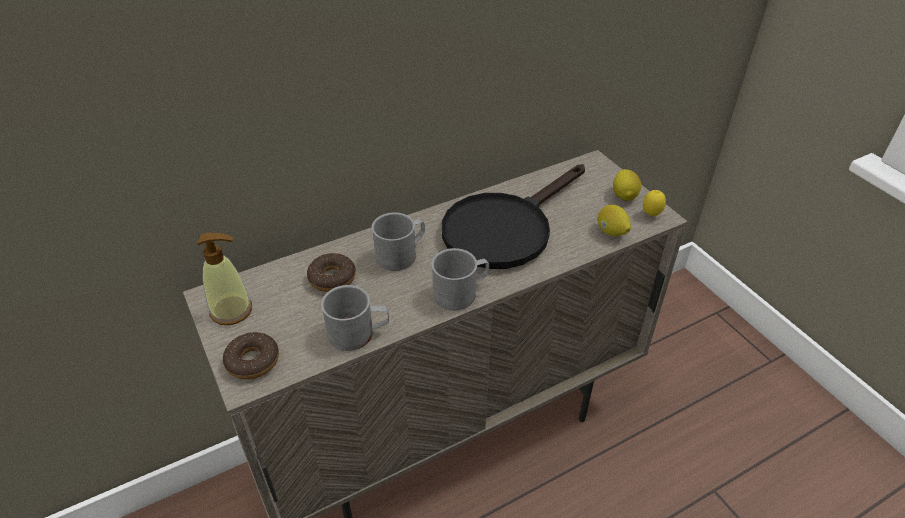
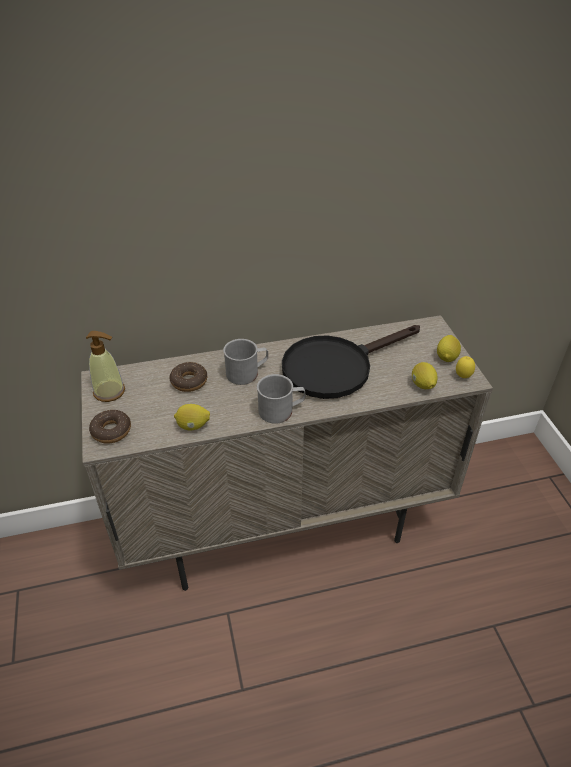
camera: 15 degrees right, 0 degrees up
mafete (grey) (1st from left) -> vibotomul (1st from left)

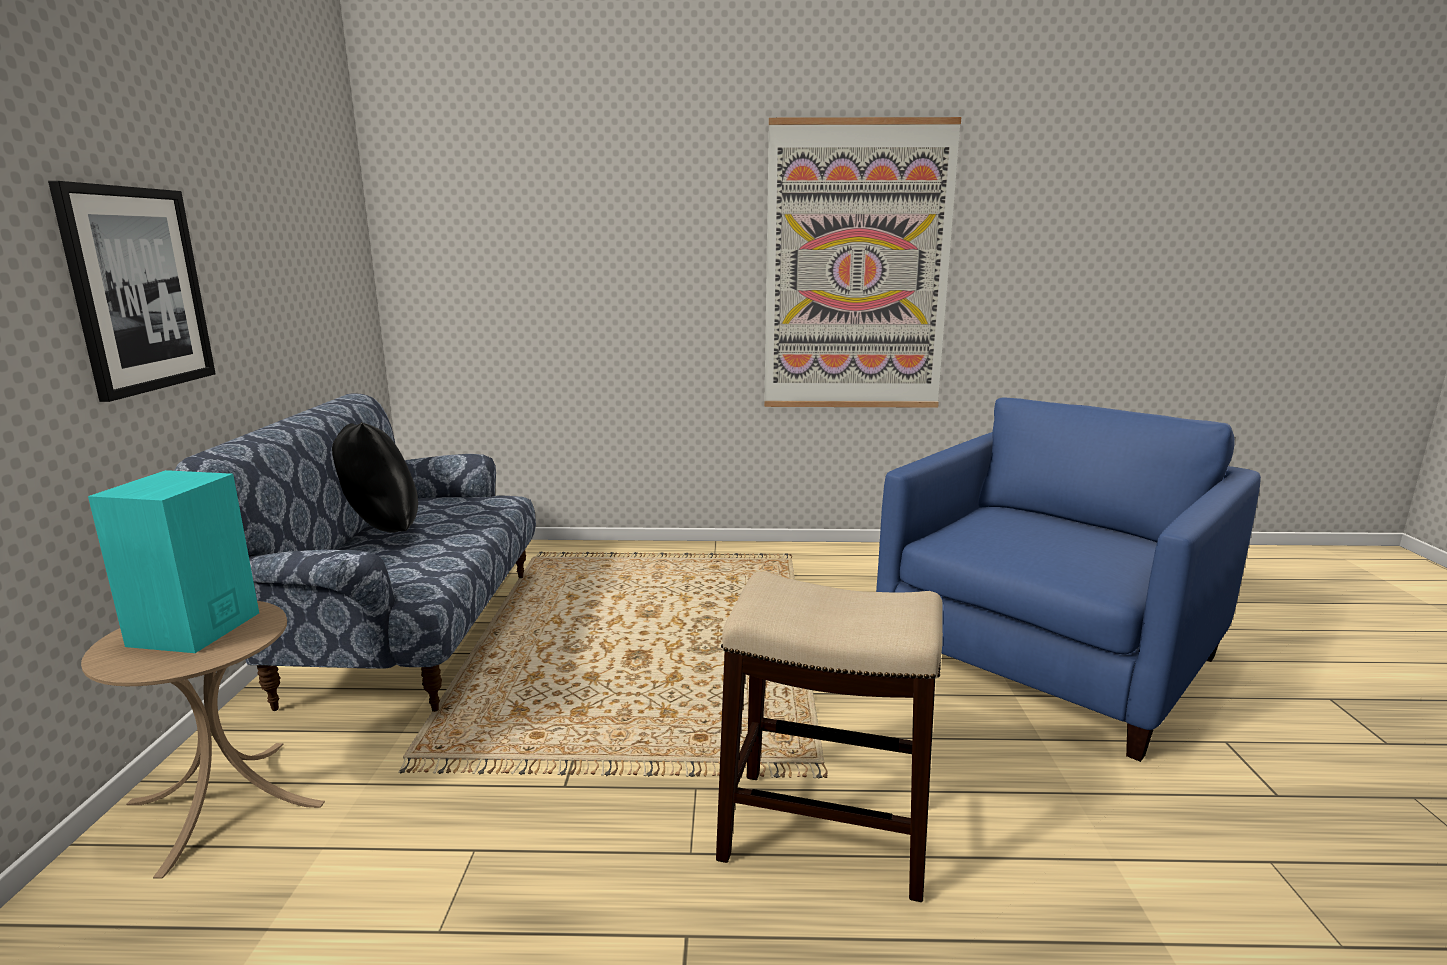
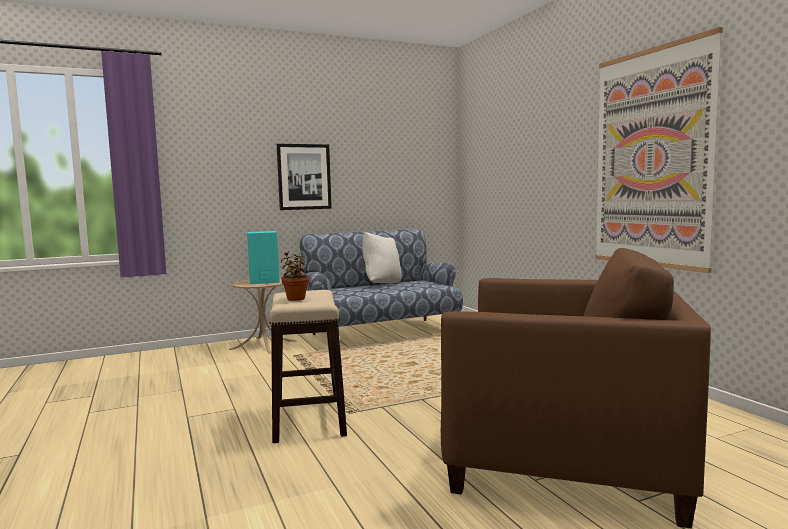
camera: 65 degrees right, 10 degrees down
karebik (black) -> karebik (white)
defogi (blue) -> defogi (brown)
none -> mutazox

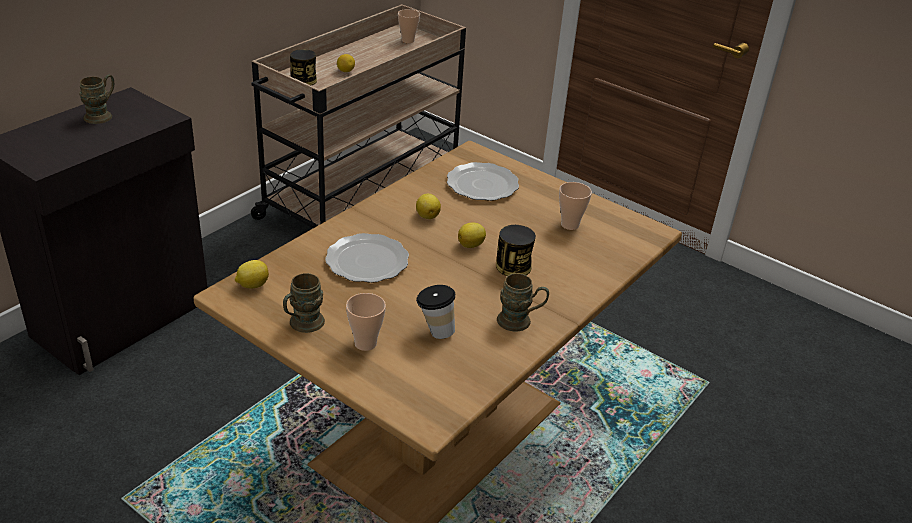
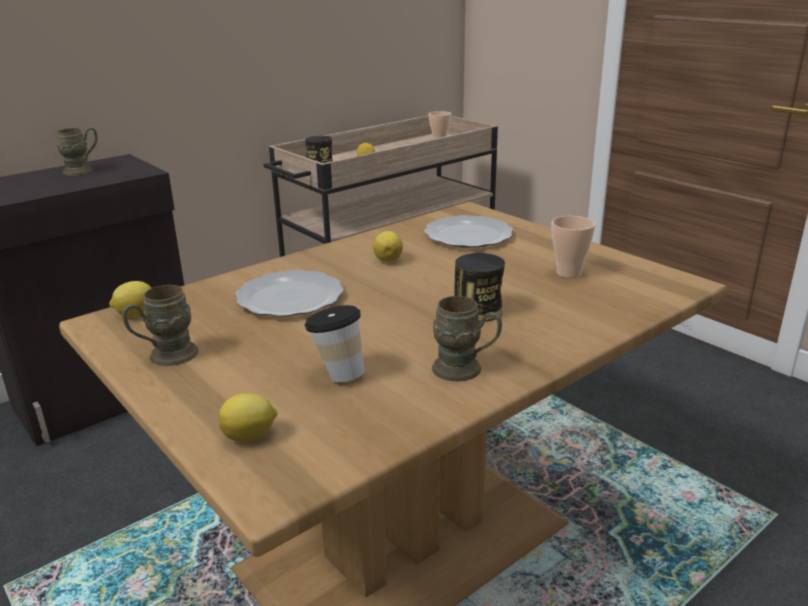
camera: 15 degrees right, 10 degrees down
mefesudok (1st from left) -> none
vibotomul (4th from left in the first image) -> vibotomul (2nd from left), moved

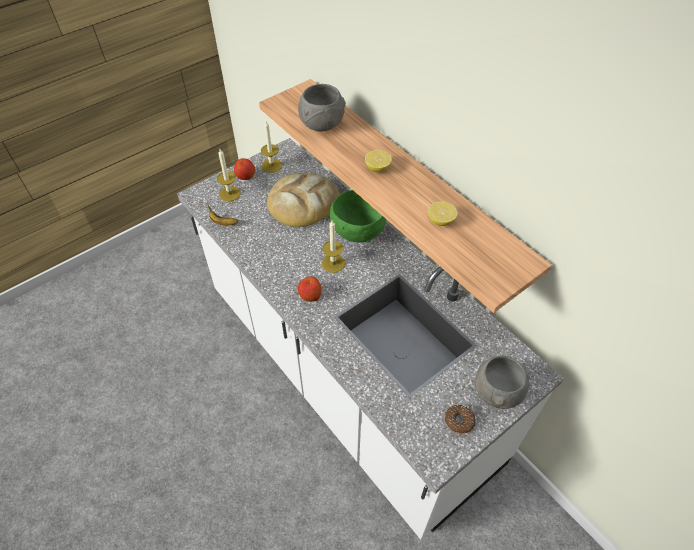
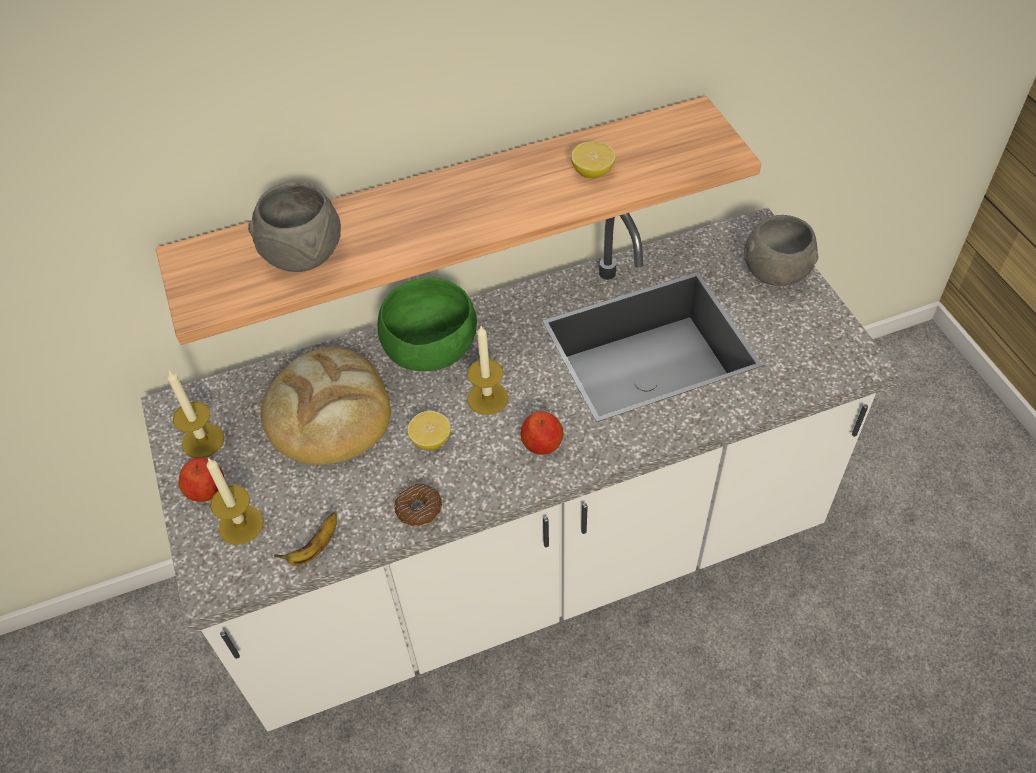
camera: 70 degrees left, 0 degrees up
vibotomul (1st from left), moved
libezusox, moved

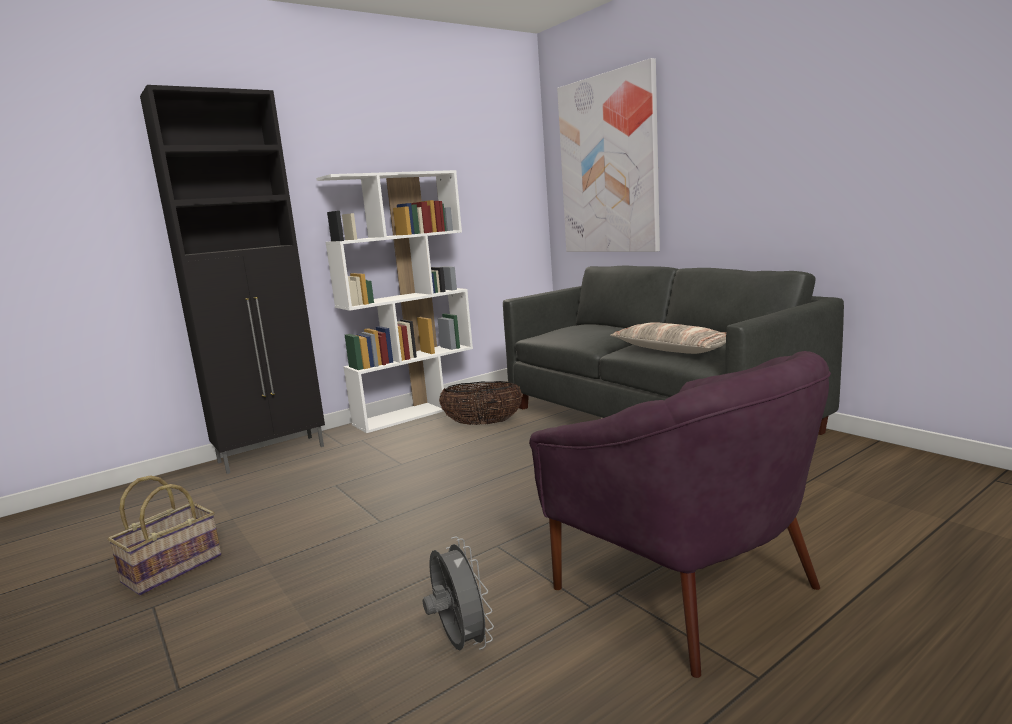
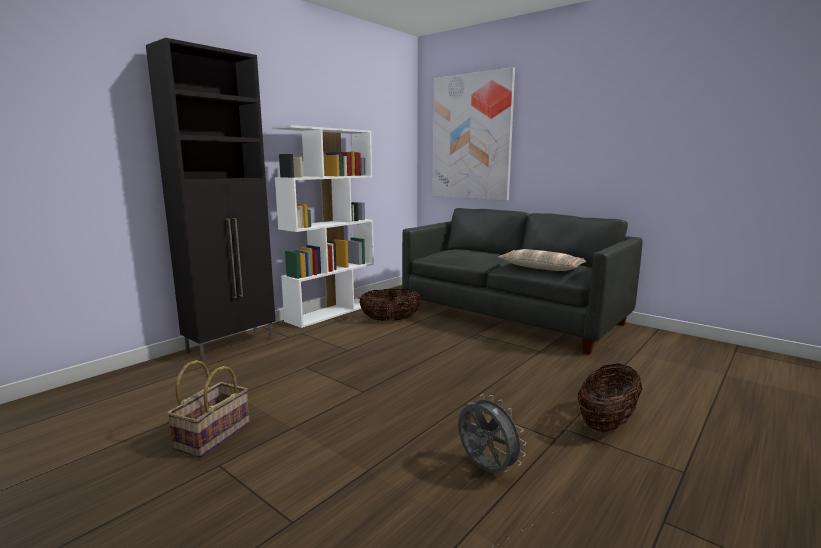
camera: 15 degrees left, 0 degrees up
defogi (purple) -> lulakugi (3rd from left)

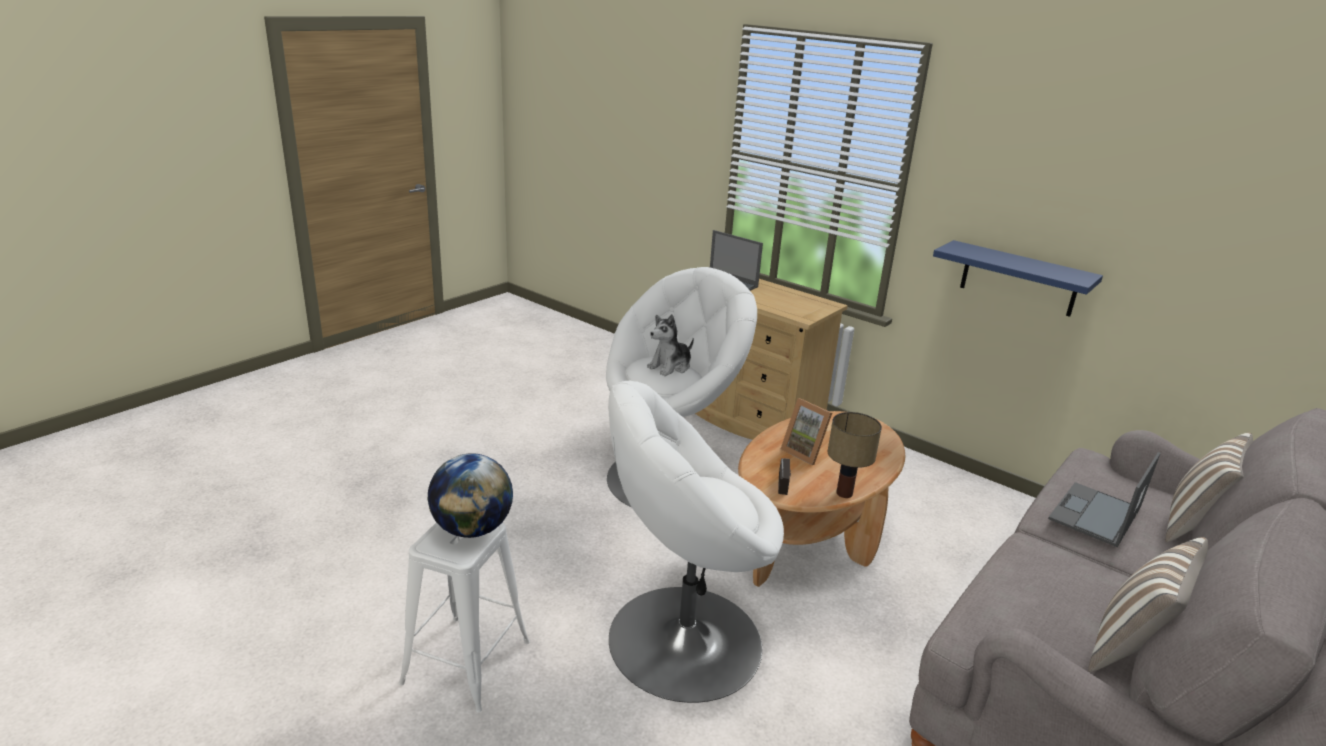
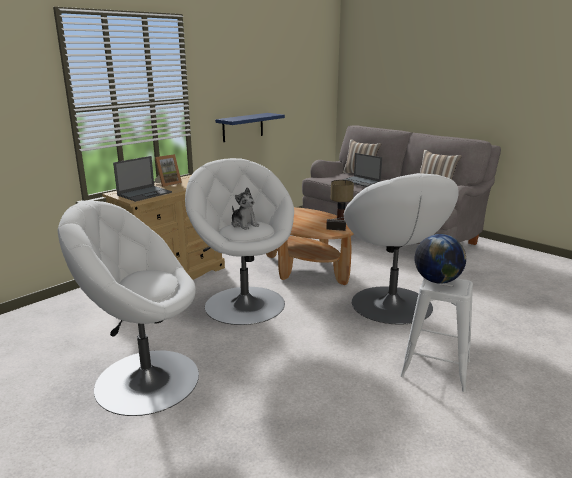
camera: 85 degrees left, 5 degrees down
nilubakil, moved
none -> defogi (white) (1st from left)

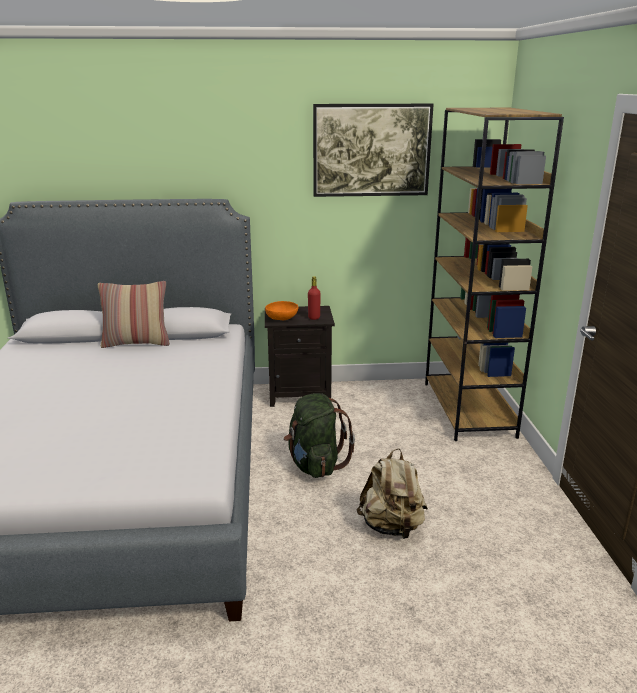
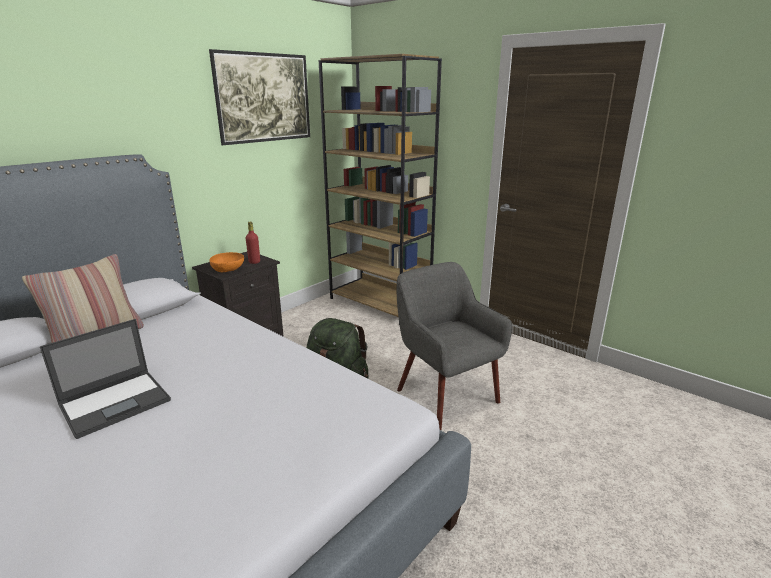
camera: 45 degrees left, 0 degrees up
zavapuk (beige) -> defogi (grey)
none -> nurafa

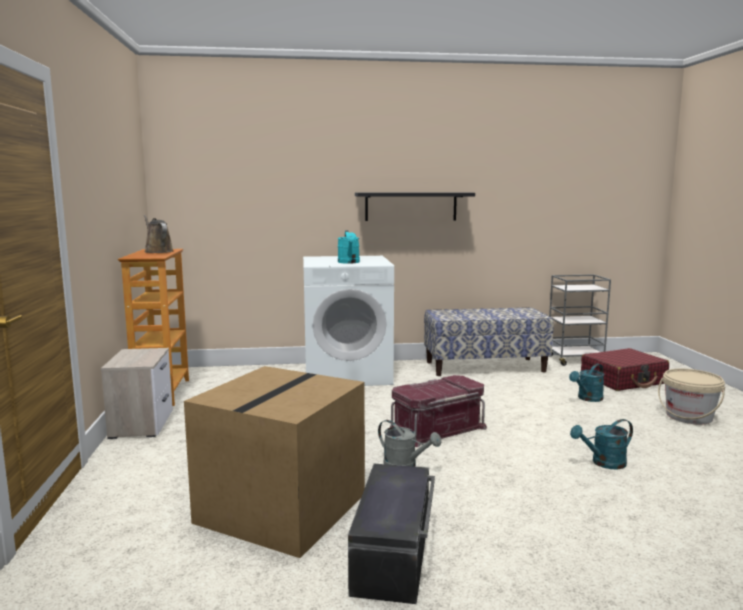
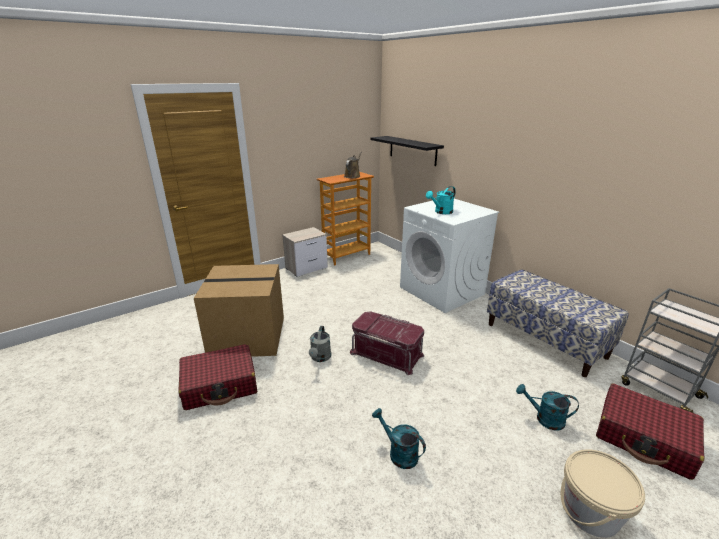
camera: 60 degrees right, 15 degrees up
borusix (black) -> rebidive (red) (1st from left)
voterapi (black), moved

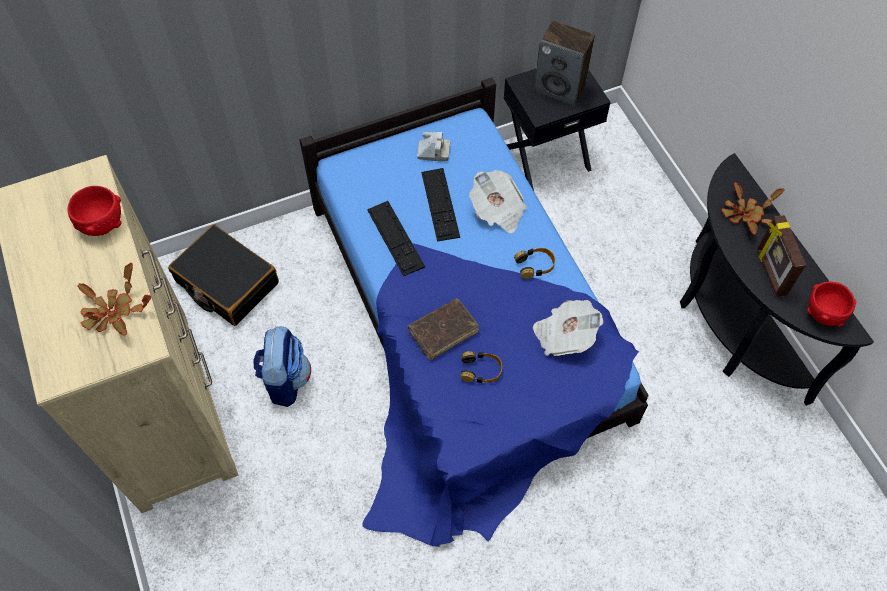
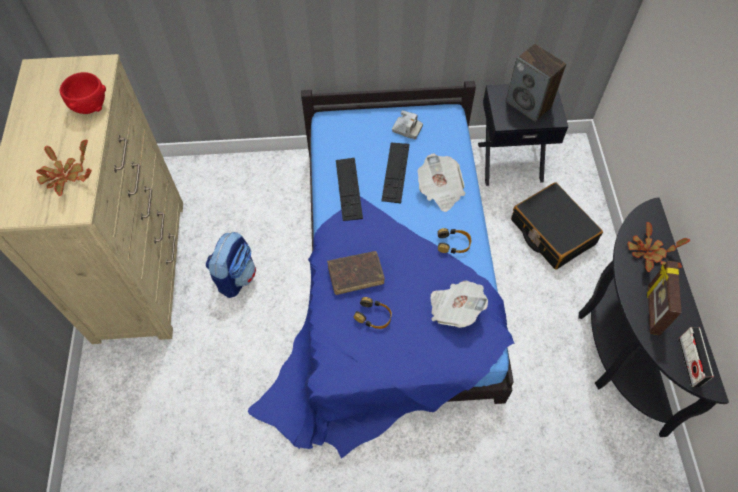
camera: 20 degrees right, 0 degrees up
rebidive (black), moved
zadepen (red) (2nd from left) -> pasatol

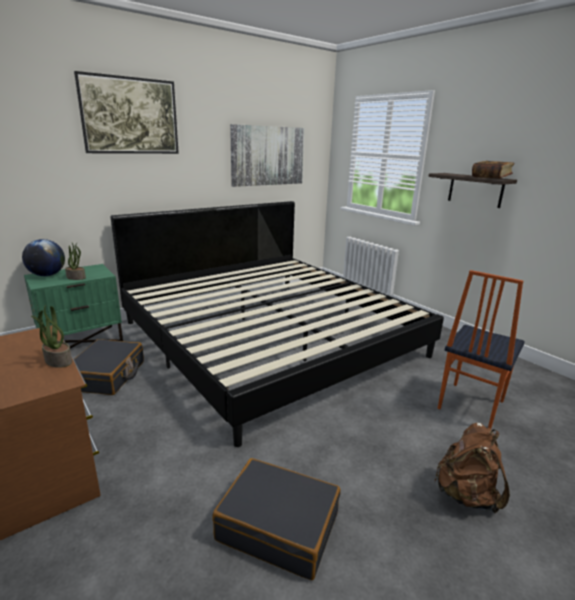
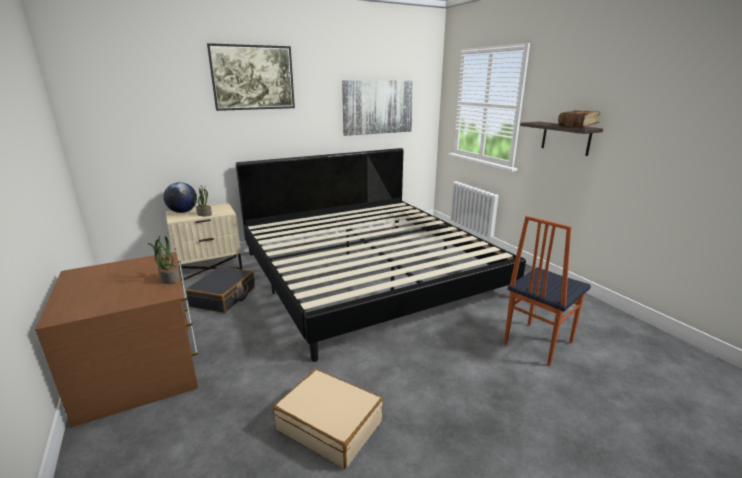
camera: 10 degrees right, 0 degrees up
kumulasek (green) -> kumulasek (beige)
rebidive (black) (2nd from left) -> rebidive (beige)
zavapuk (brown) -> none

